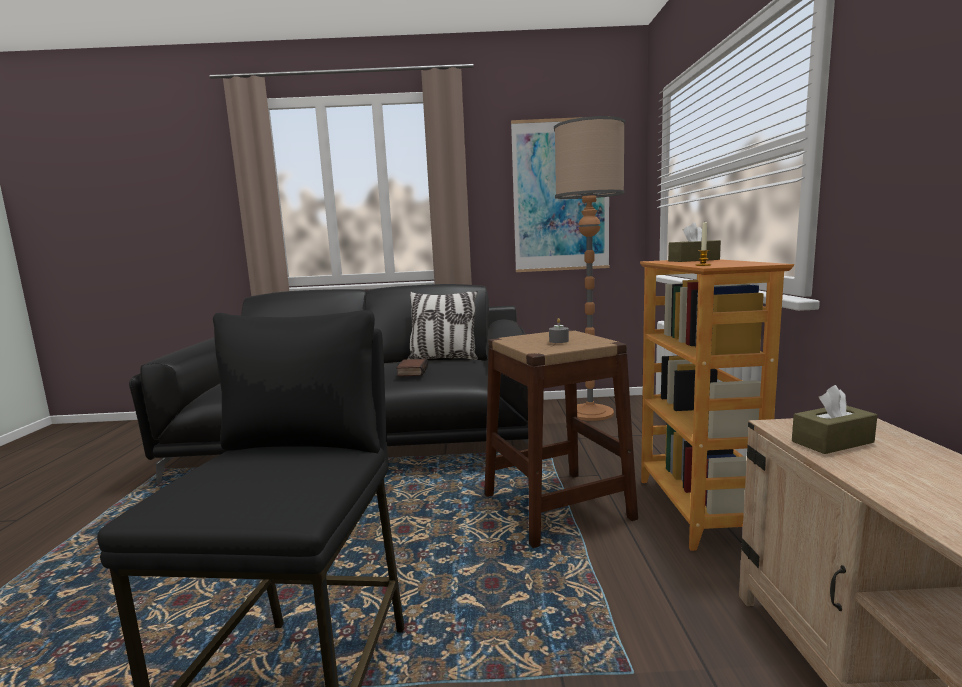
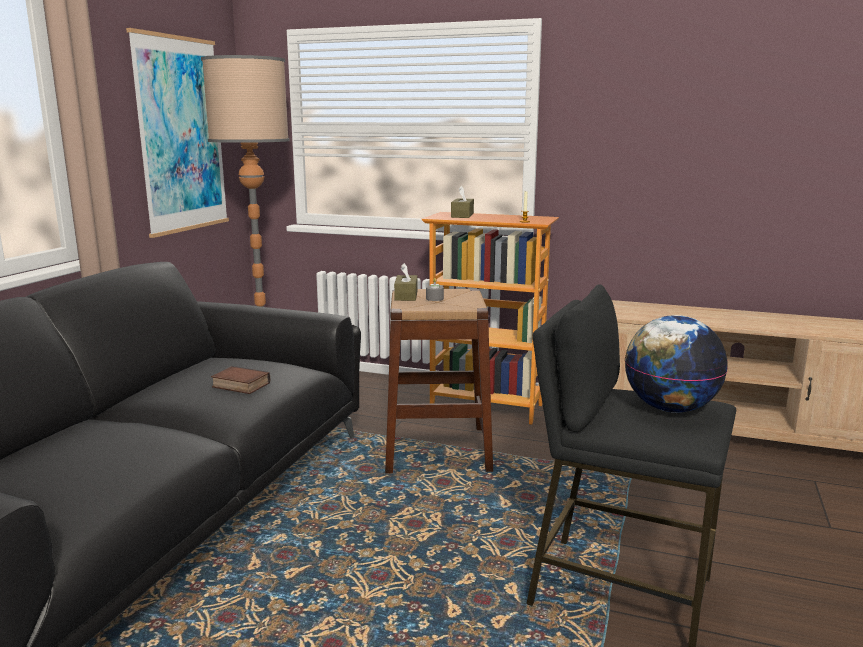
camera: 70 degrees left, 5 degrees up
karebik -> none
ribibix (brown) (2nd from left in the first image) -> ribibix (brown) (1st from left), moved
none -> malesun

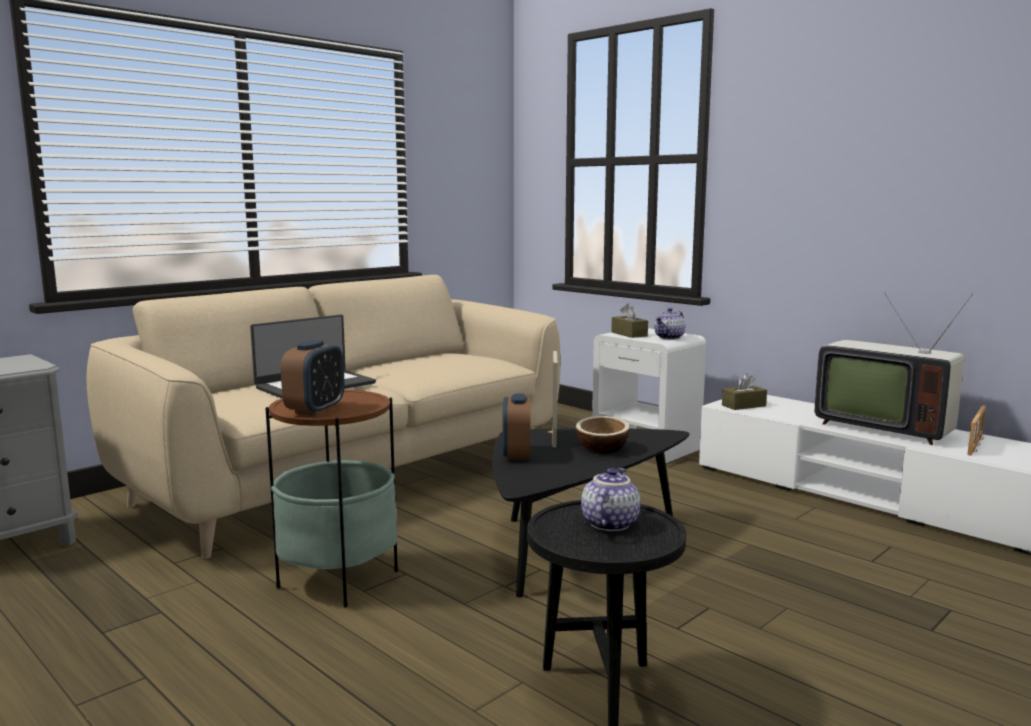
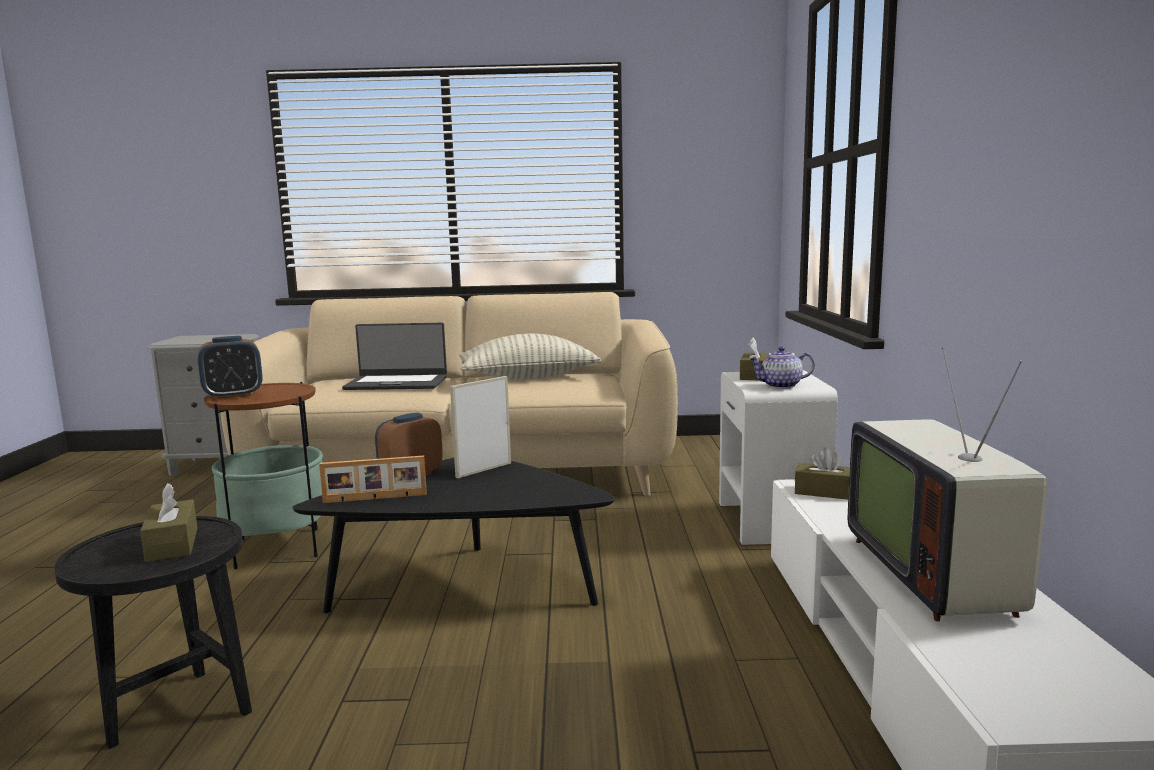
camera: 45 degrees right, 0 degrees up
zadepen -> none
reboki (1st from left) -> ribibix (brown) (1st from left)
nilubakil (2nd from left in the first image) -> nilubakil (1st from left), moved
none -> karebik

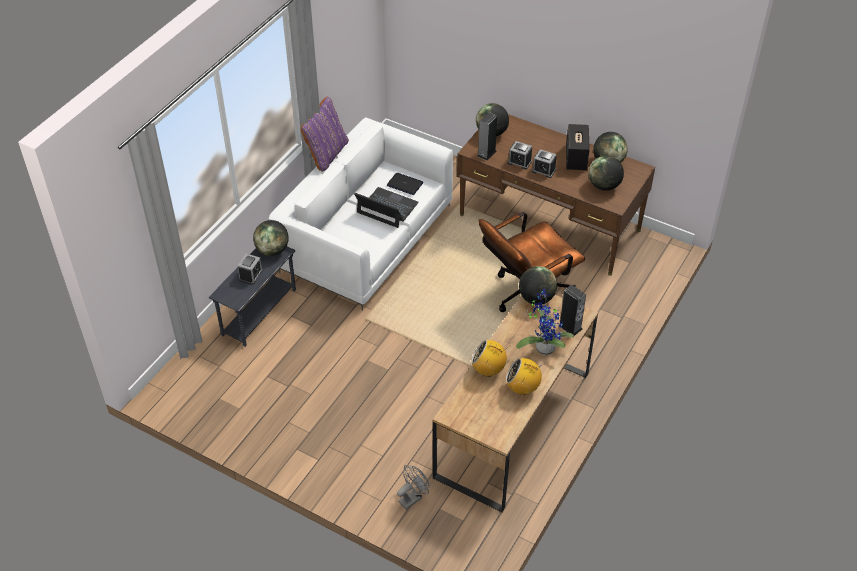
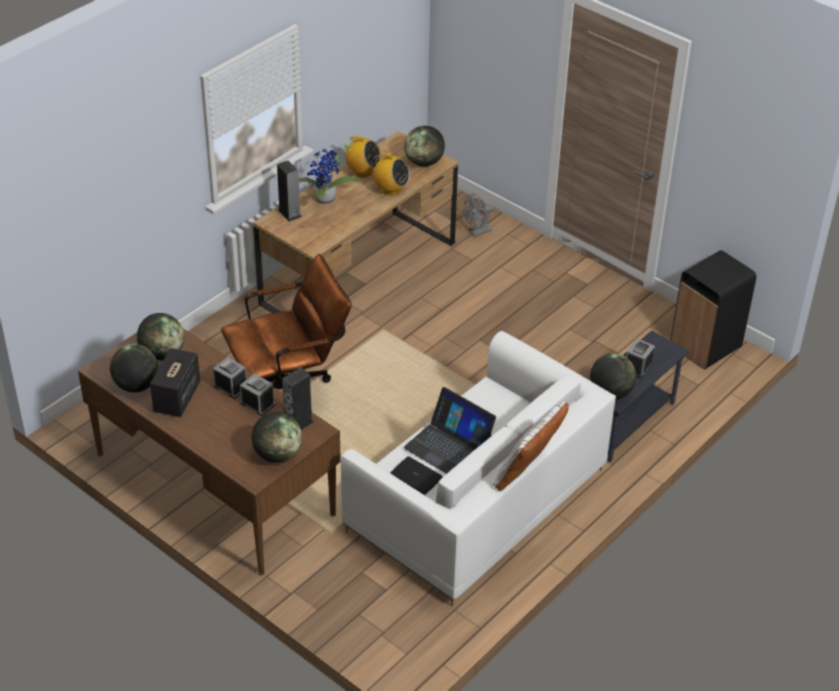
camera: 170 degrees left, 5 degrees down
karebik (purple) -> karebik (white)
malesun (3rd from left in the first image) -> malesun (4th from left), moved
none -> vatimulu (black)

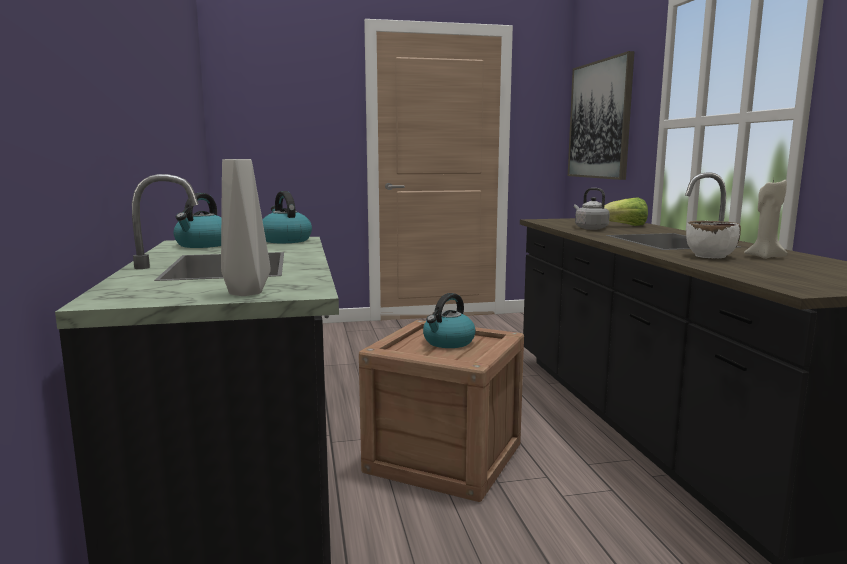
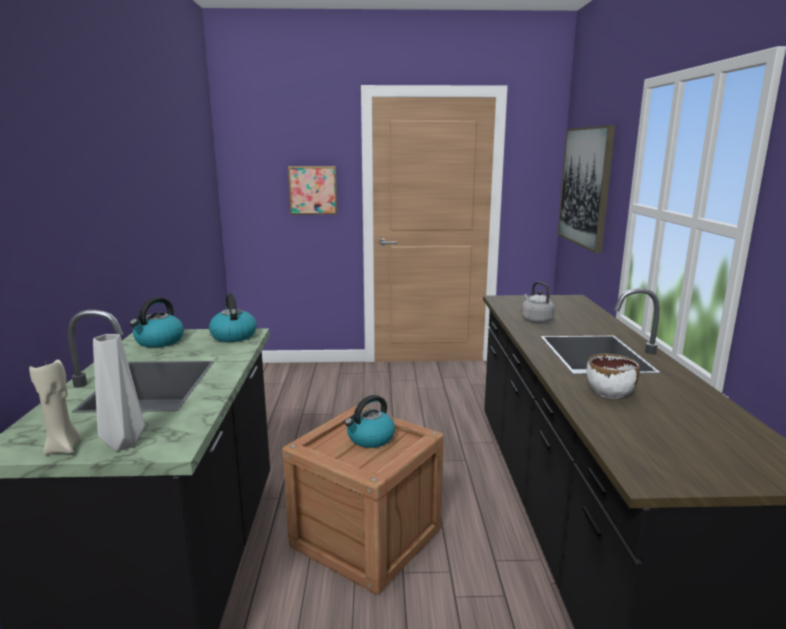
camera: 10 degrees right, 5 degrees up
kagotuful -> none
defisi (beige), moved
none -> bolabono (1st from left)

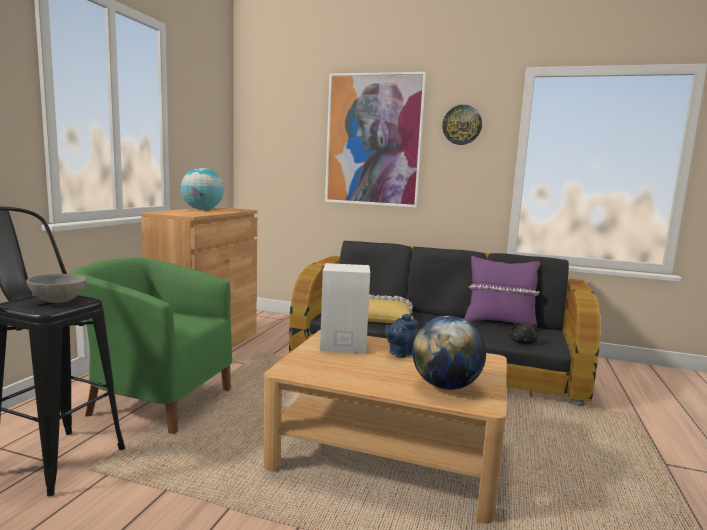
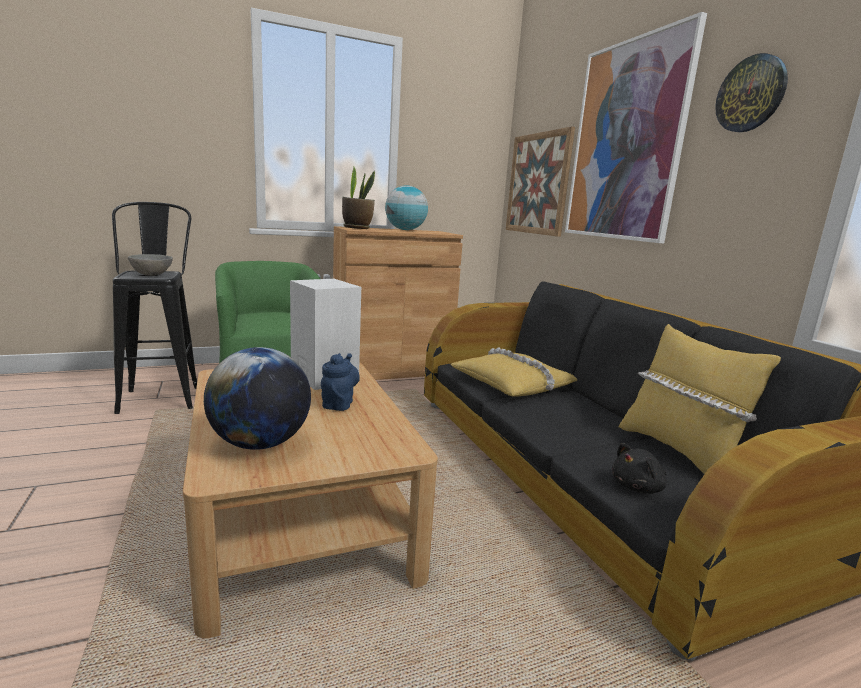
camera: 50 degrees right, 5 degrees up
reboki (blue), 90 degrees clockwise
karebik (purple) -> karebik (yellow) (2nd from left)
none -> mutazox
none -> bolabono (1st from left)

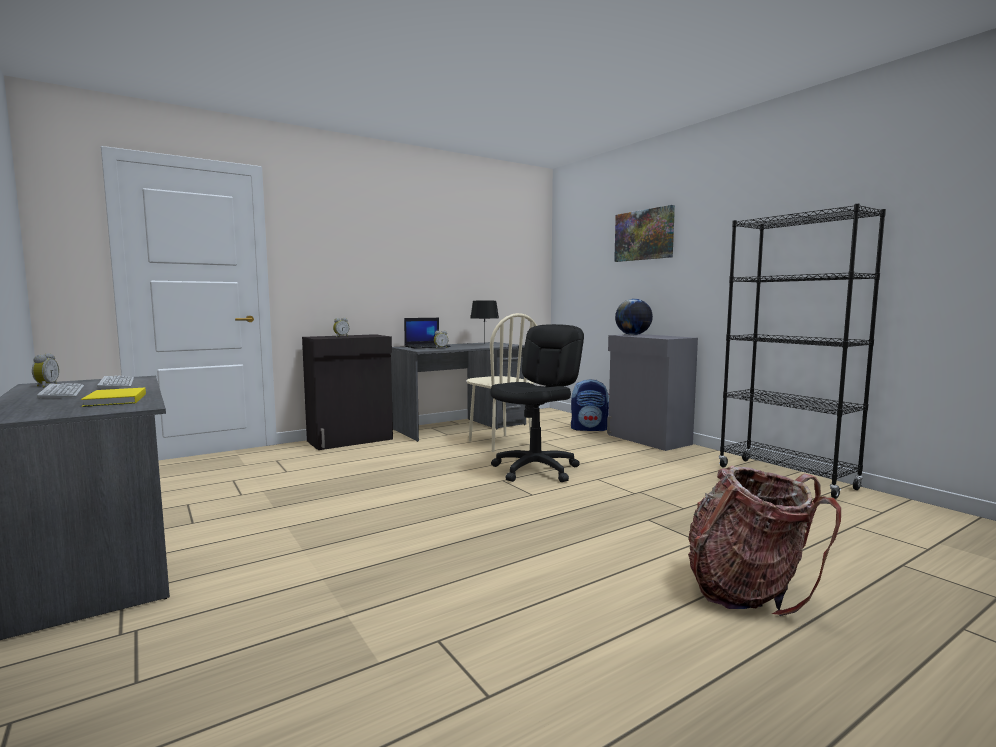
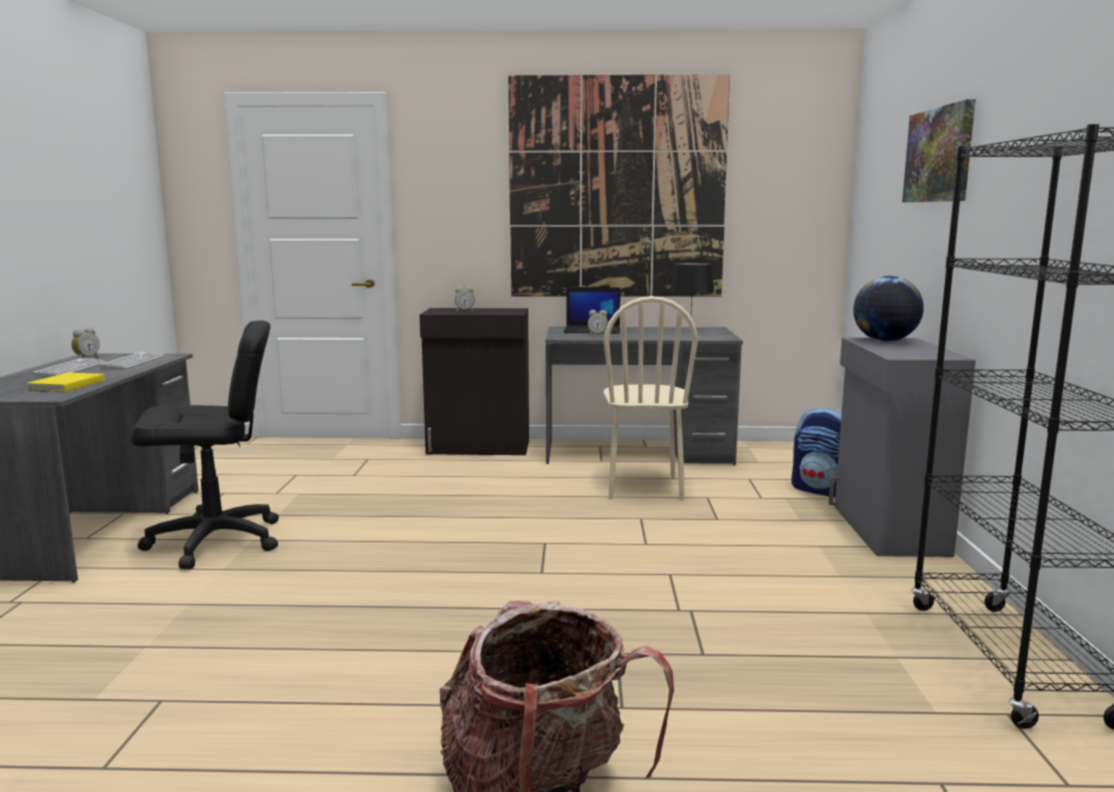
camera: 35 degrees right, 5 degrees up
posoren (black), moved
none -> bolabono (1st from left)

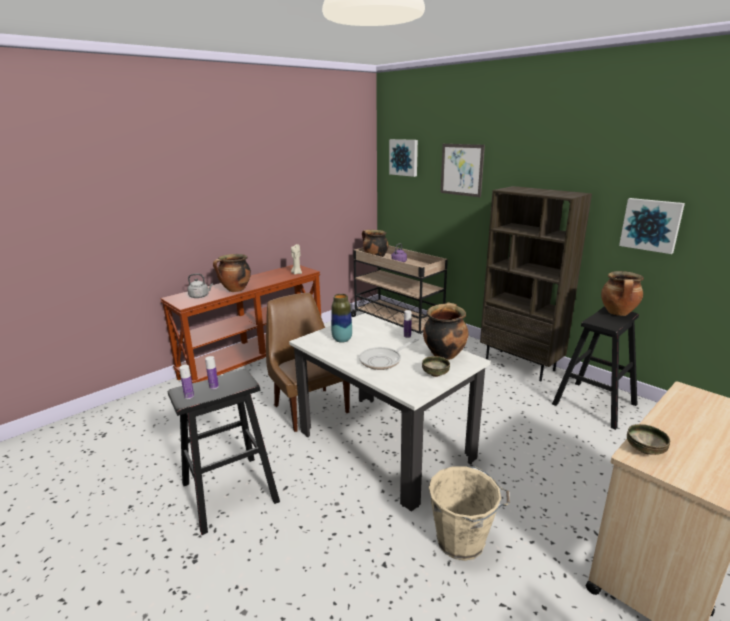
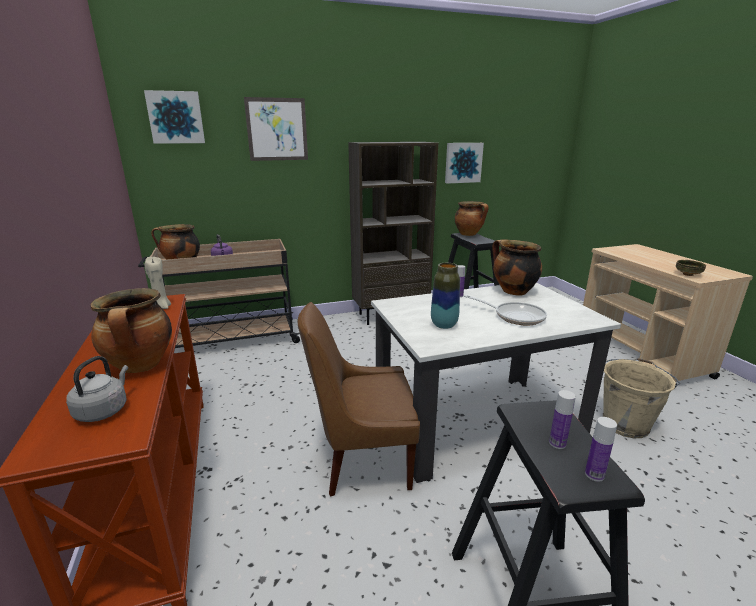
camera: 65 degrees left, 0 degrees up
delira, 45 degrees counterclockwise
zadepen (1st from left) -> none

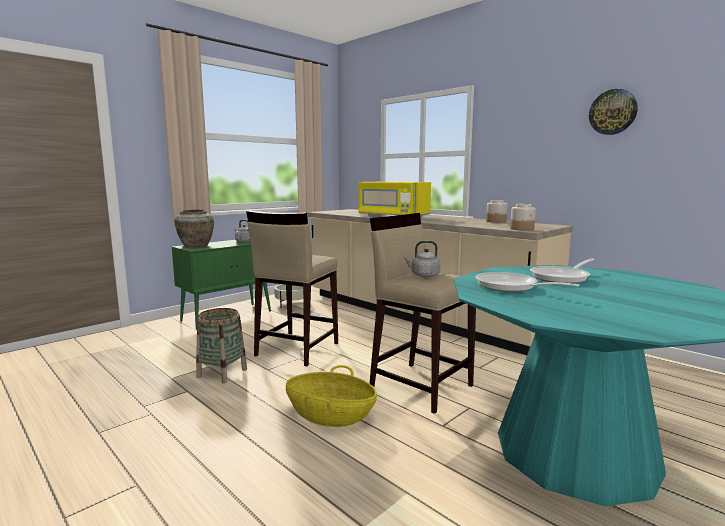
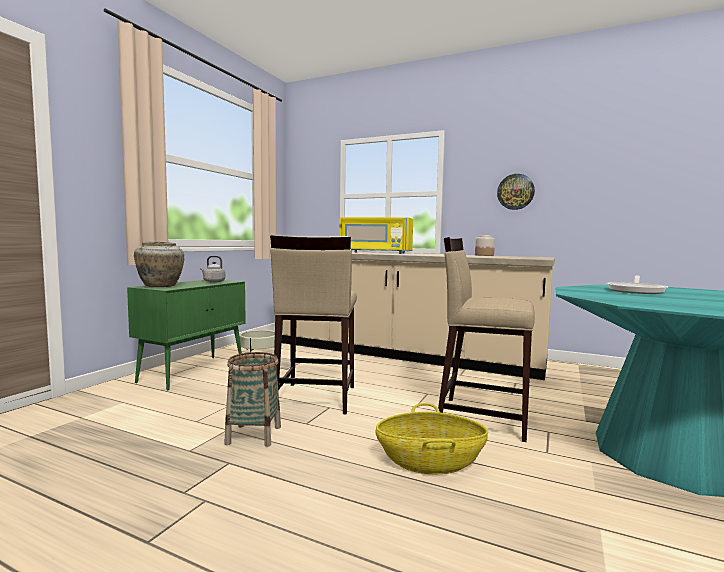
camera: 20 degrees left, 5 degrees down
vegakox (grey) (2nd from left) -> none
delira (1st from left) -> none
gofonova (2nd from left) -> none
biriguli, moved

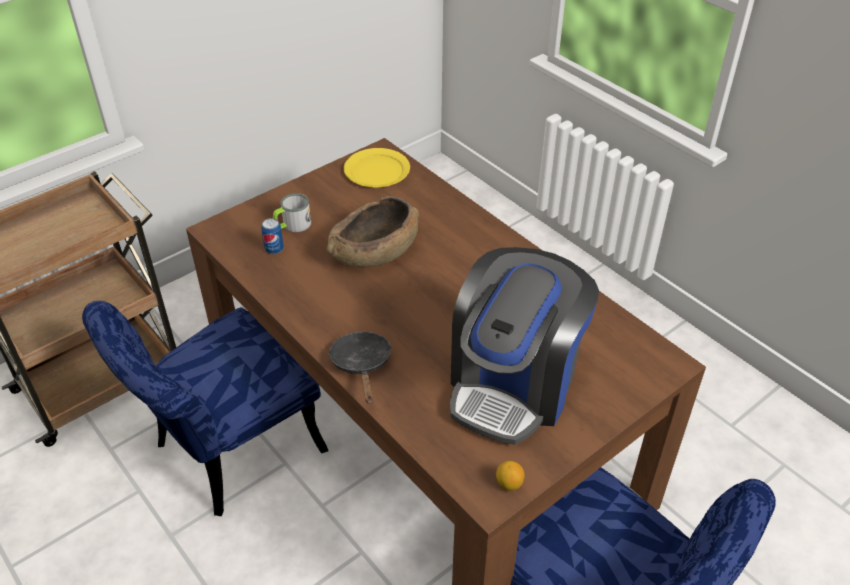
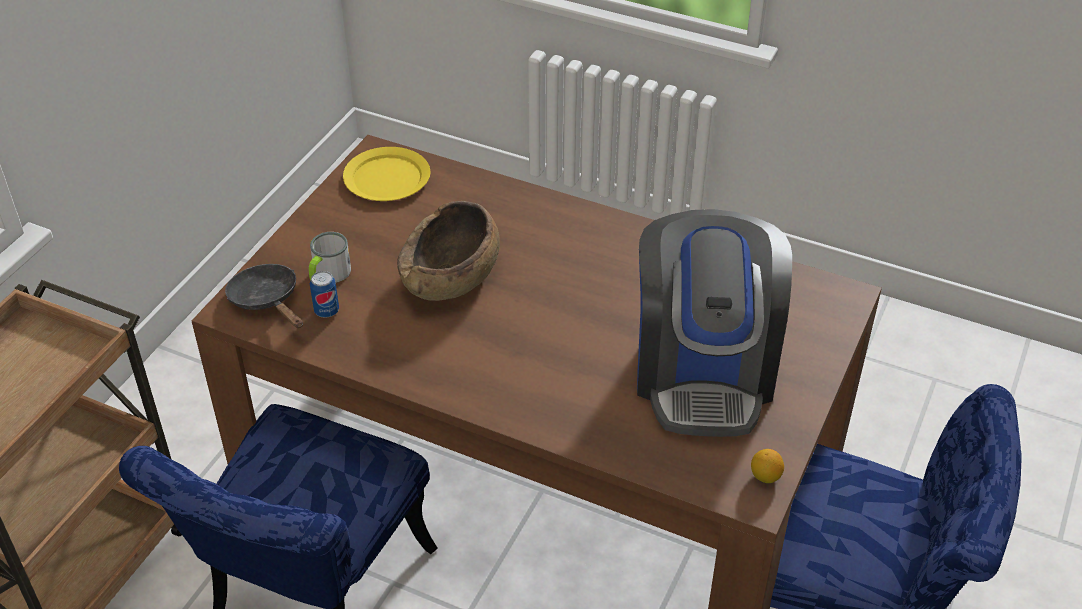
camera: 25 degrees left, 0 degrees up
delira (black), moved

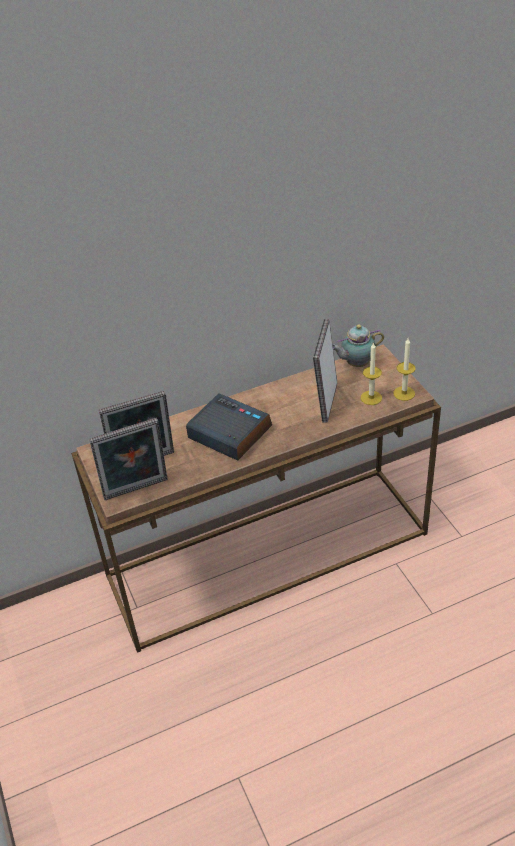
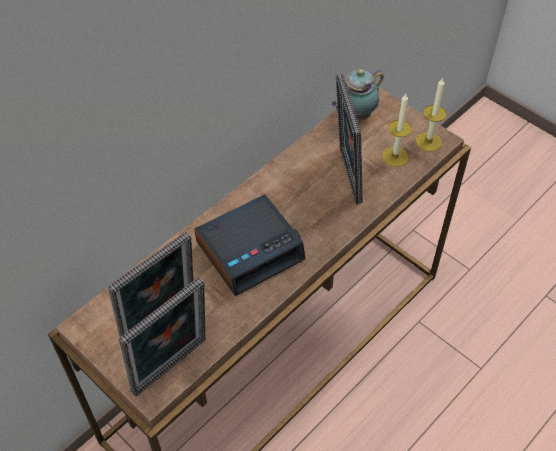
camera: 25 degrees left, 10 degrees up
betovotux, 135 degrees clockwise

